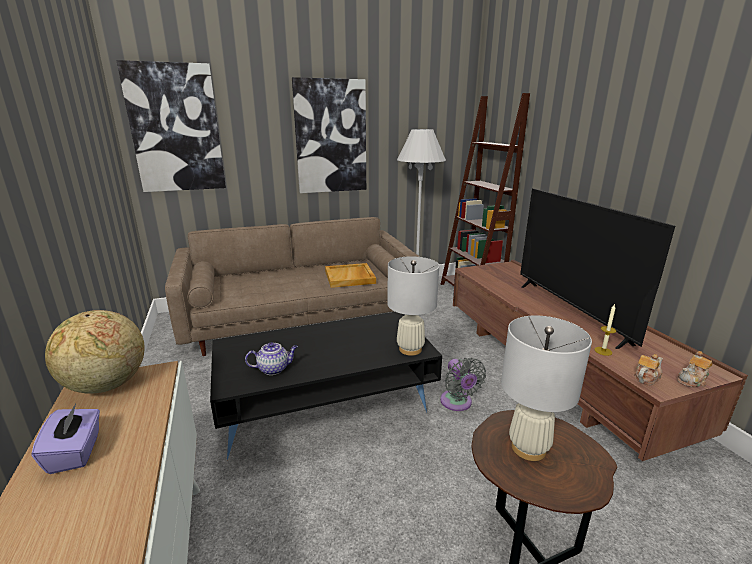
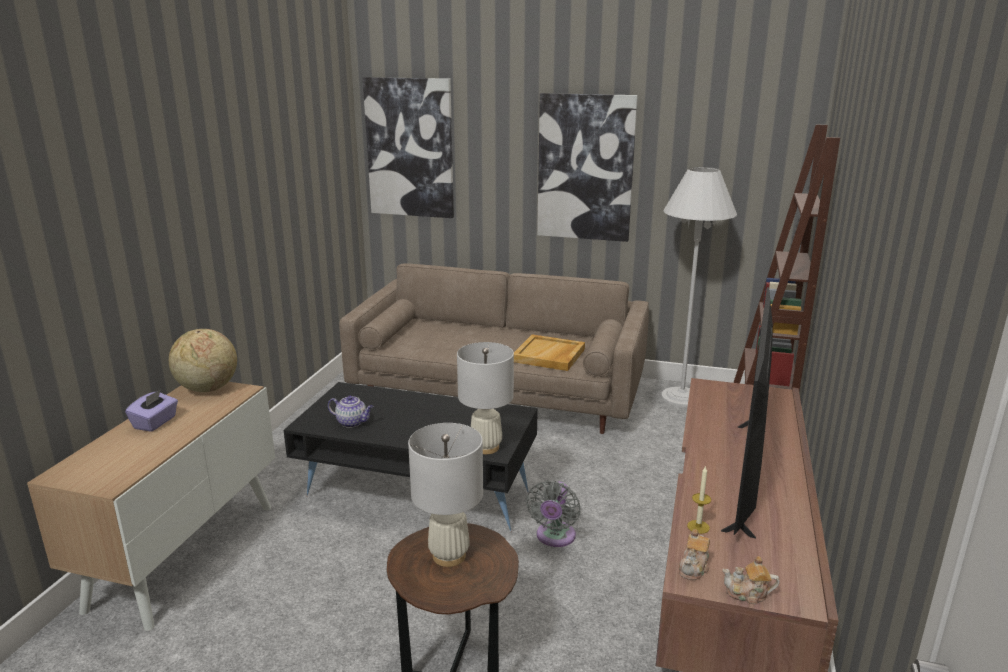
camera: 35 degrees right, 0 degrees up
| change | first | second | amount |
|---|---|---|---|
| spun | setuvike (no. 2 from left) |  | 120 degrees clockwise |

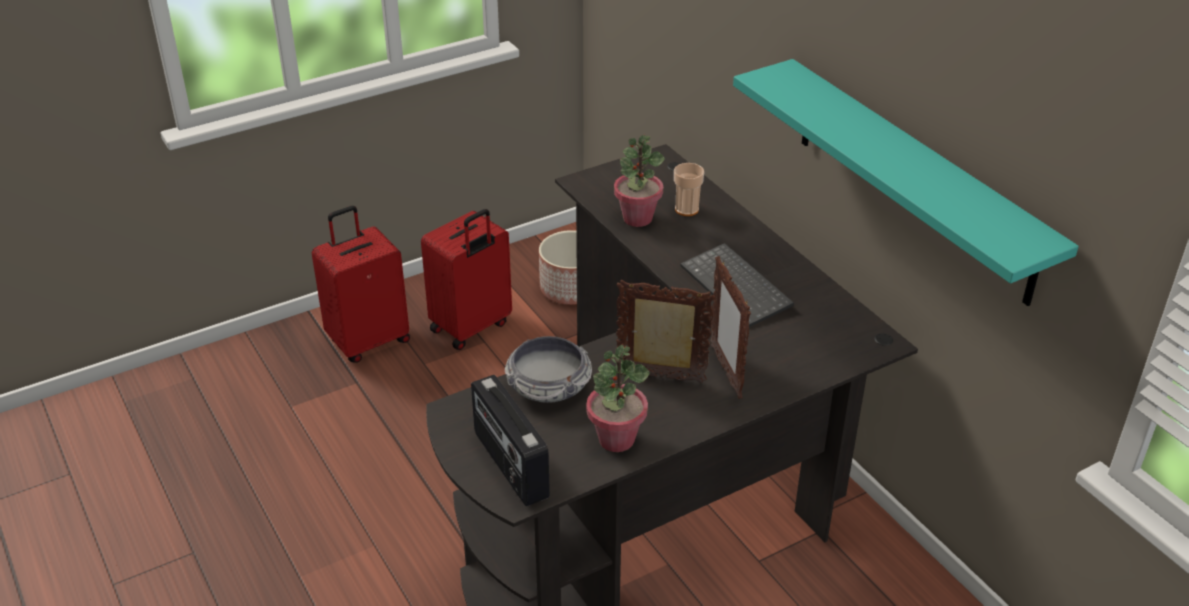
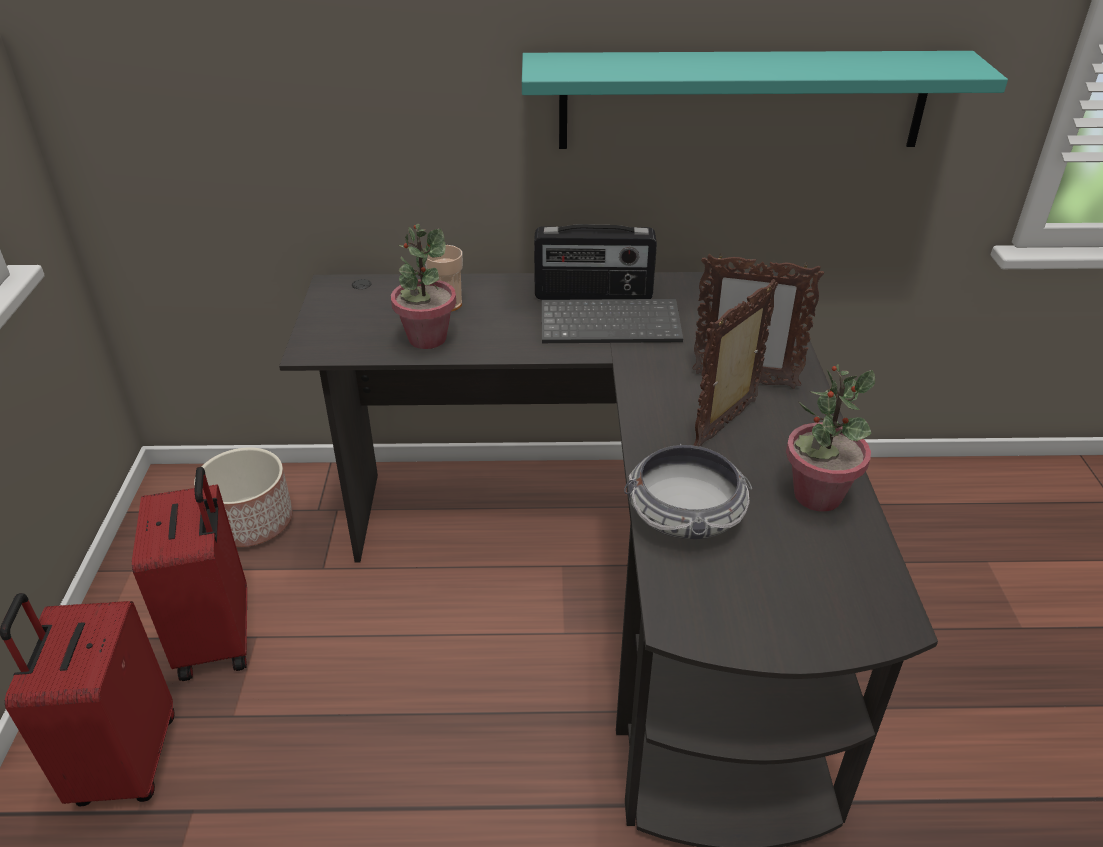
camera: 60 degrees left, 0 degrees up
| change | first | second | amount |
|---|---|---|---|
| relocated | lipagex |  |  |

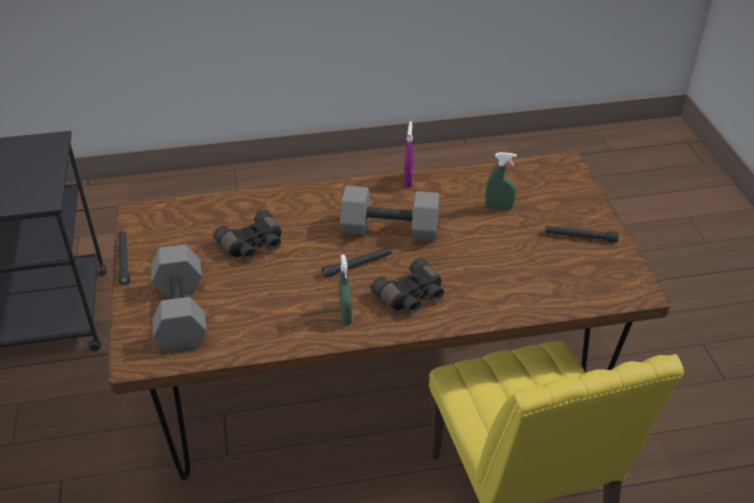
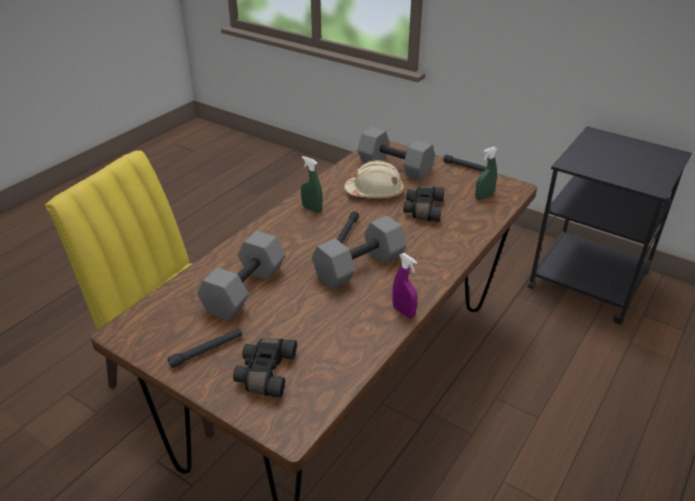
camera: 135 degrees right, 5 degrees down
| change | first | second | amount |
|---|---|---|---|
| appeared |  | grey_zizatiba (no. 1 from left) |  |
| appeared |  | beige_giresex |  |
| relocated | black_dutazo (no. 2 from left in the first image) | black_dutazo (no. 1 from left) |  |
| relocated | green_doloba (no. 2 from left) |  |  |

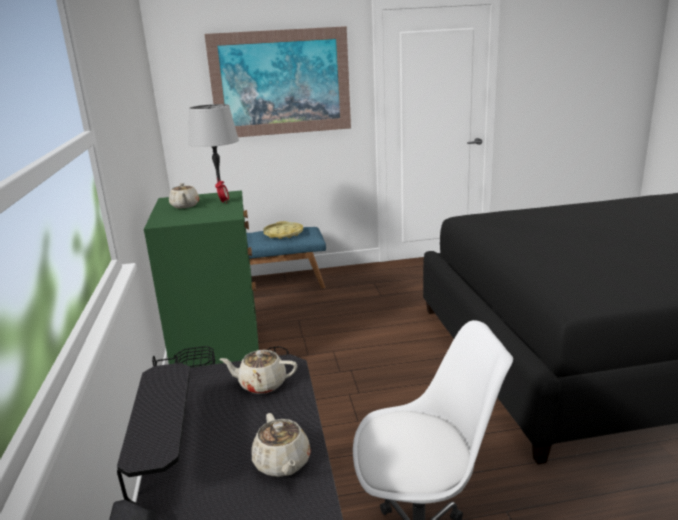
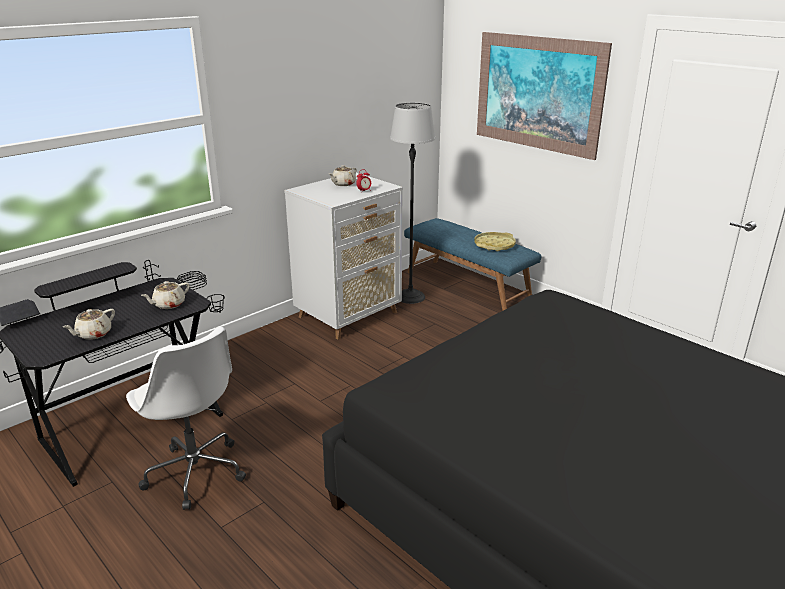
camera: 55 degrees right, 5 degrees up
| change | first | second | amount |
|---|---|---|---|
| colour | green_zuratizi | white_zuratizi |  |
| spun | beige_setuvike (no. 2 from left) |  | 105 degrees counterclockwise |

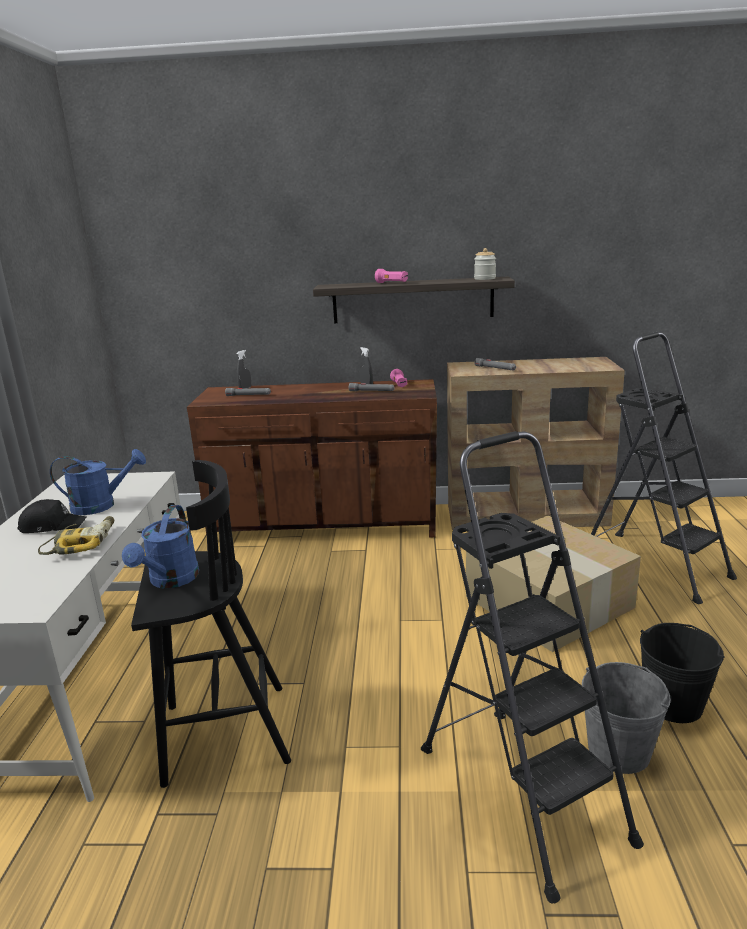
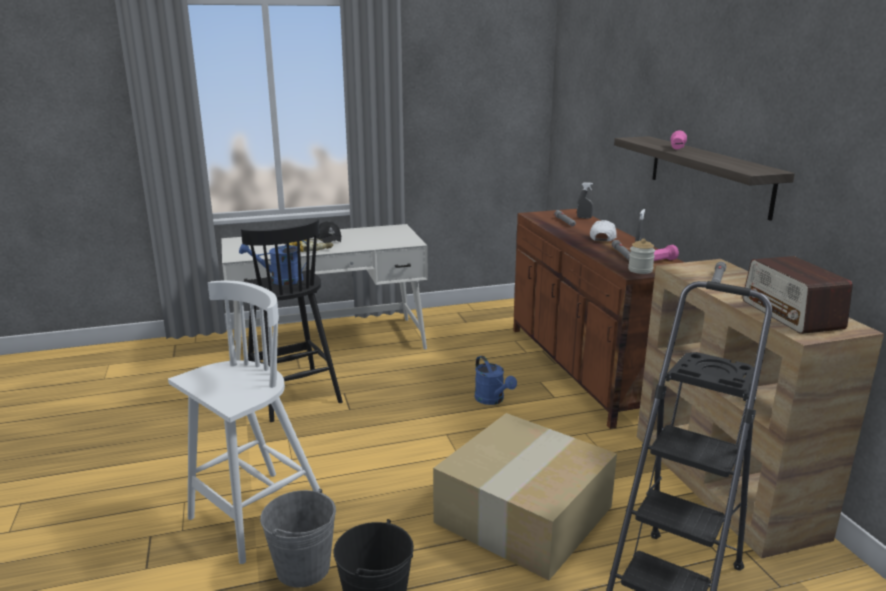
camera: 70 degrees right, 0 degrees up
| change | first | second | amount |
|---|---|---|---|
| appeared |  | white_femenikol |  |
| appeared |  | lipagex |  |
| relocated | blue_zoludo (no. 1 from left in the first image) | blue_zoludo (no. 2 from left) |  |
| relocated | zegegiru |  |  |
| exchanged | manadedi (no. 1 from left) | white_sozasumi |  |

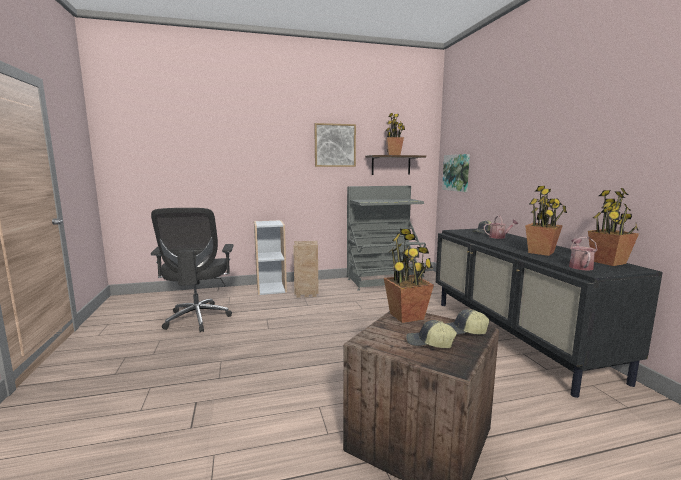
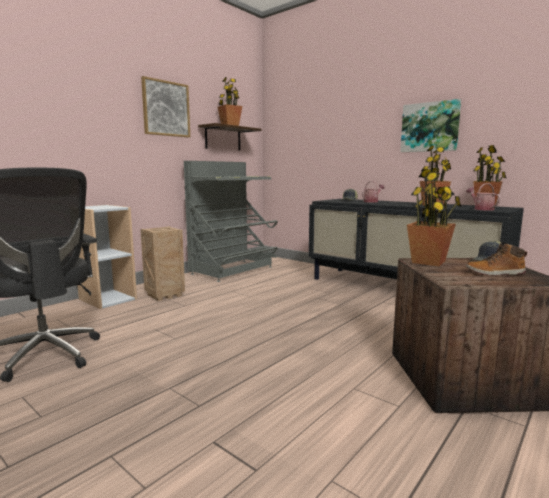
camera: 35 degrees left, 0 degrees up
| change | first | second | amount |
|---|---|---|---|
| relocated | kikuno (no. 2 from left) |  |  |
| exchanged | femenikol (no. 1 from left) | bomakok |  |

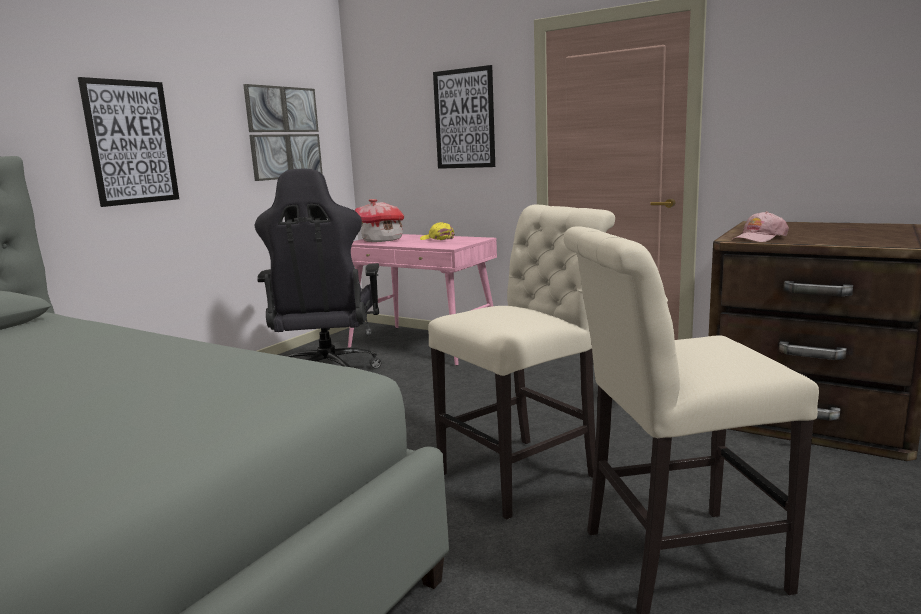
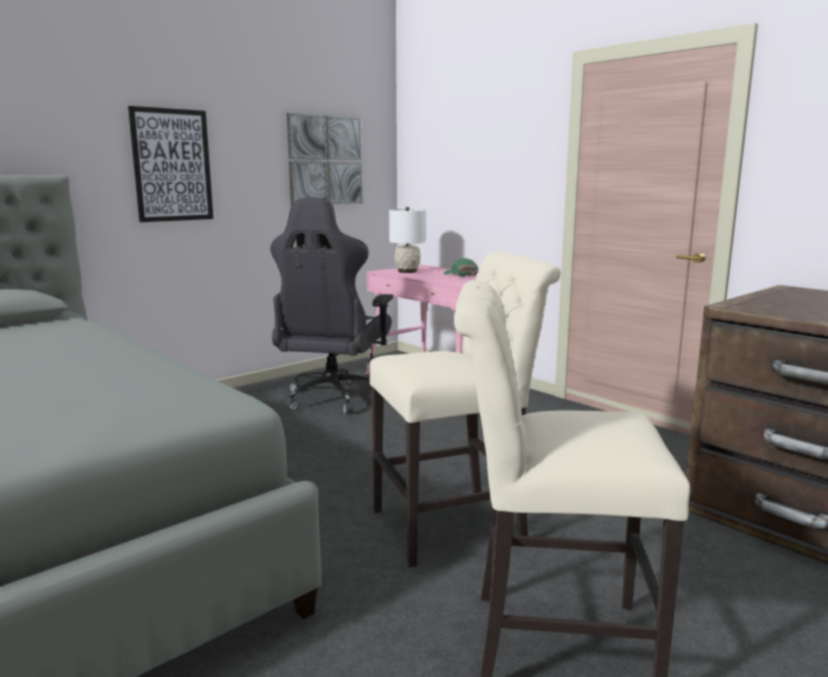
camera: 15 degrees right, 0 degrees up
| change | first | second | amount |
|---|---|---|---|
| missing | kikuno (no. 3 from left) |  |  |
| missing | pink_femenikol |  |  |
| exchanged | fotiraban | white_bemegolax |  |
| colour | yellow_femenikol | green_femenikol |  |

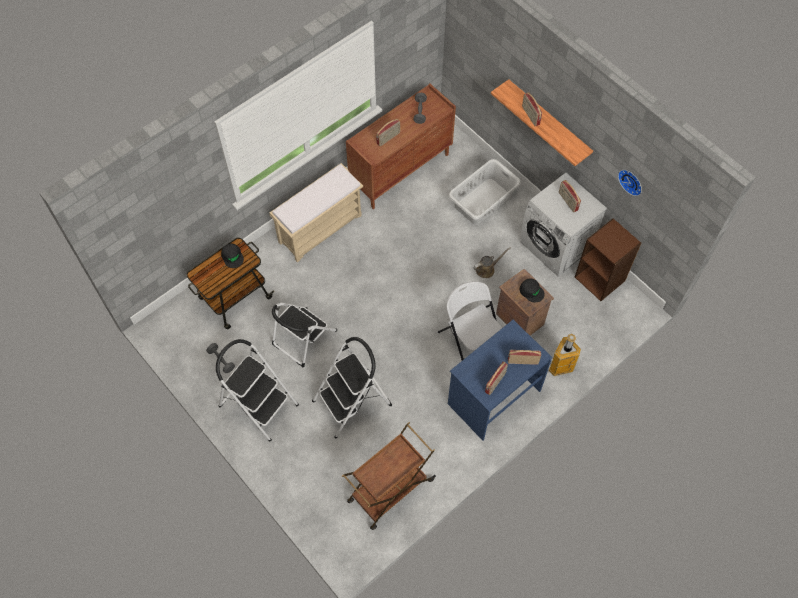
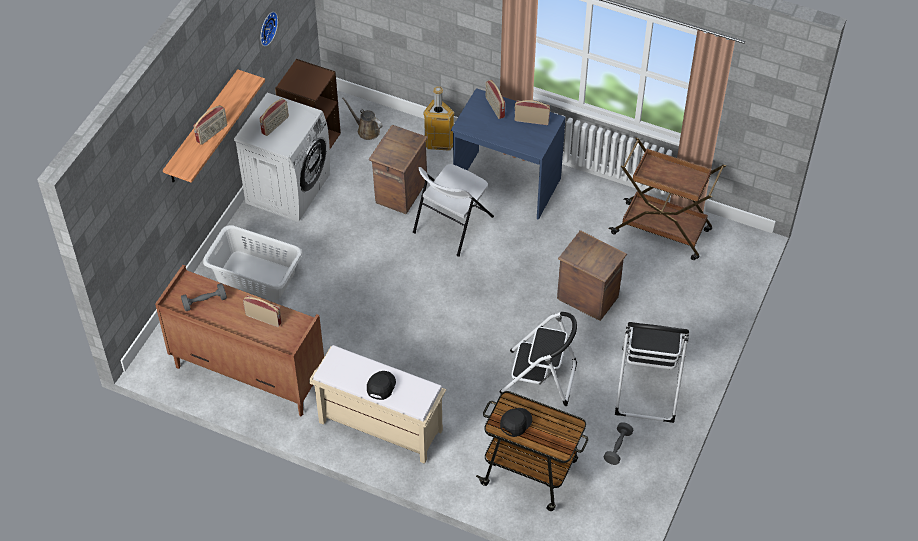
camera: 115 degrees left, 10 degrees down
| change | first | second | amount |
|---|---|---|---|
| relocated | brown_zoludo |  |  |
| relocated | black_femenikol (no. 2 from left in the first image) | black_femenikol (no. 1 from left) |  |
| exchanged | manadedi (no. 3 from left) | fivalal (no. 2 from left) |  |

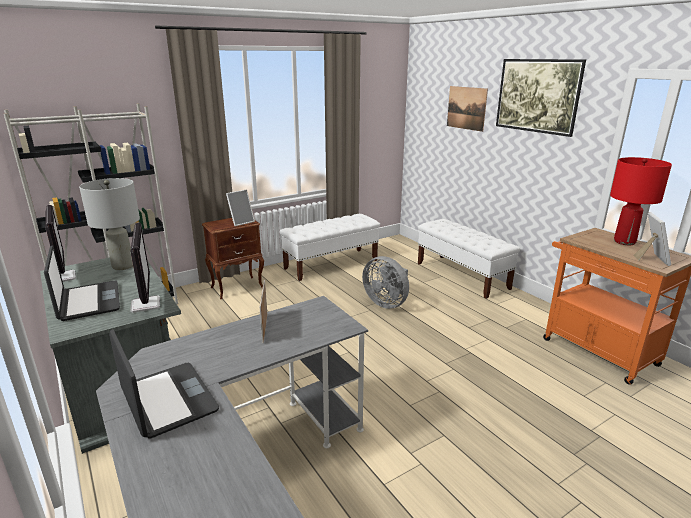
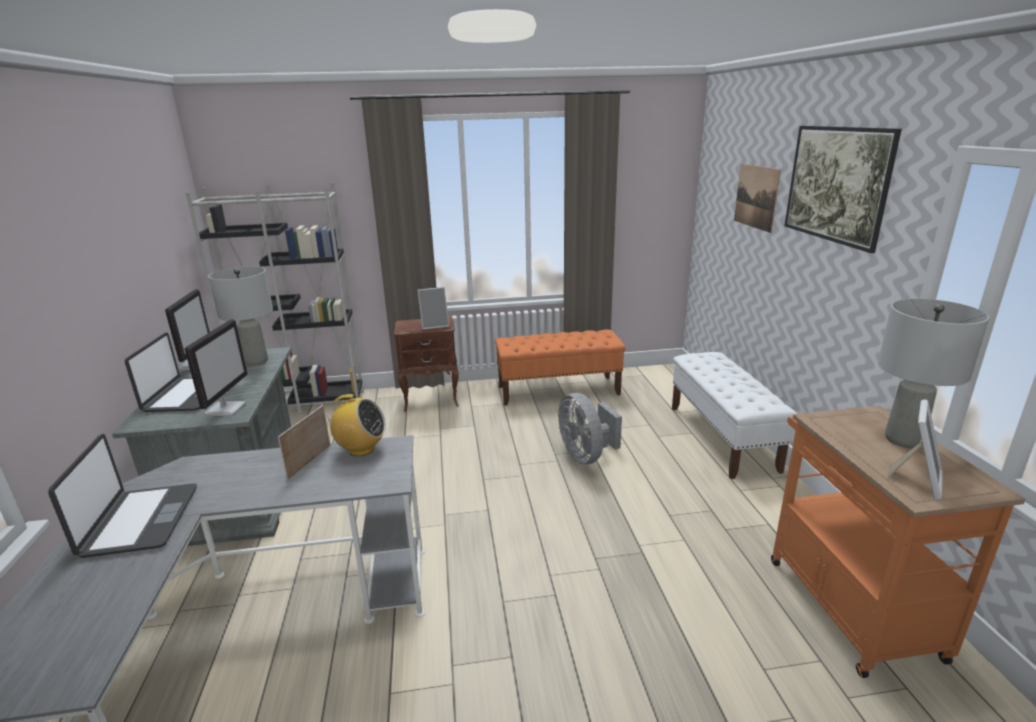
camera: 25 degrees right, 0 degrees up
| change | first | second | amount |
|---|---|---|---|
| appeared |  | lipagex |  |
| colour | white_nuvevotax (no. 1 from left) | orange_nuvevotax |  |
| colour | red_bemegolax | grey_bemegolax (no. 2 from left) |  |

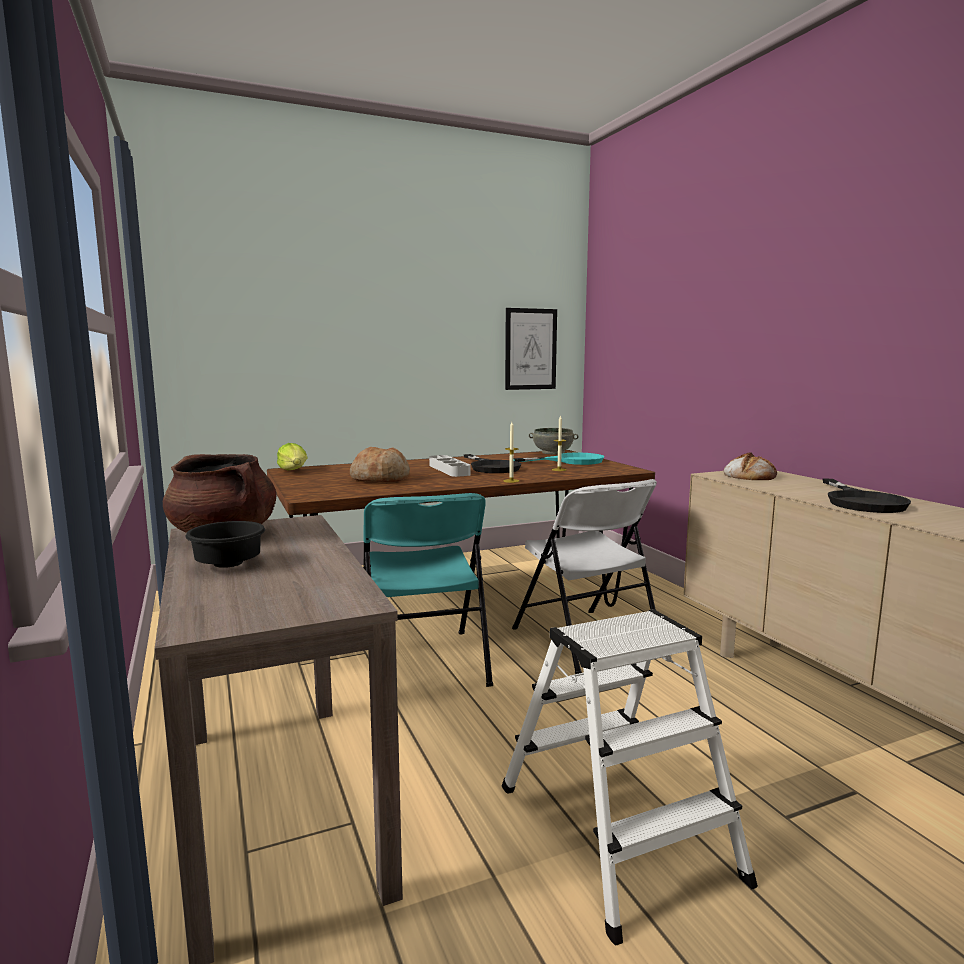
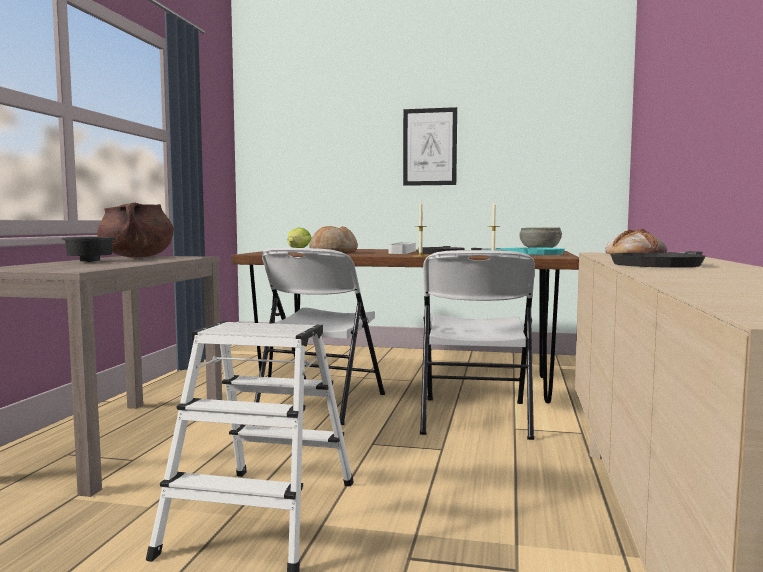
camera: 35 degrees right, 5 degrees down
| change | first | second | amount |
|---|---|---|---|
| relocated | kikuno |  |  |
| colour | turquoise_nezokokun | white_nezokokun (no. 1 from left) |  |

